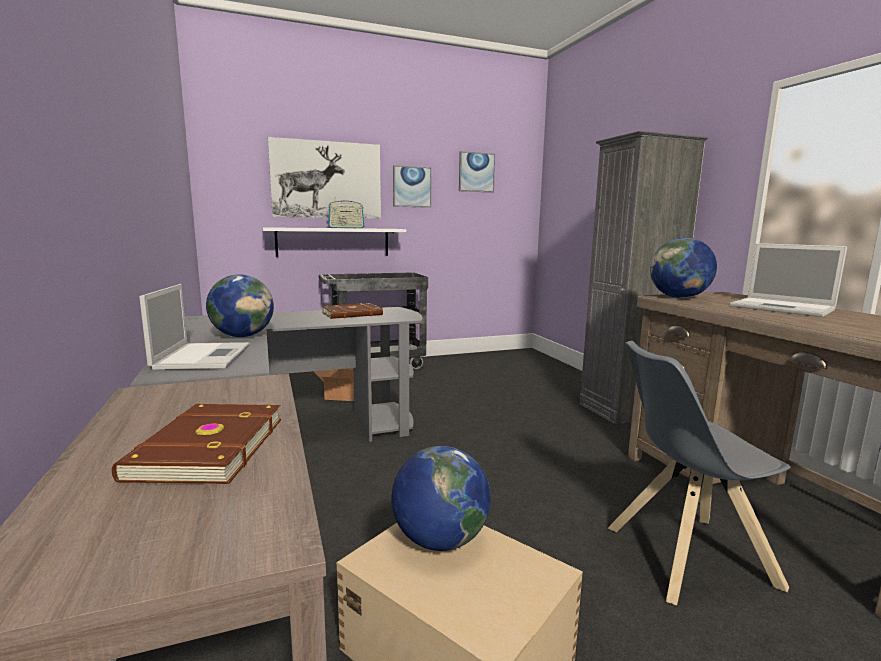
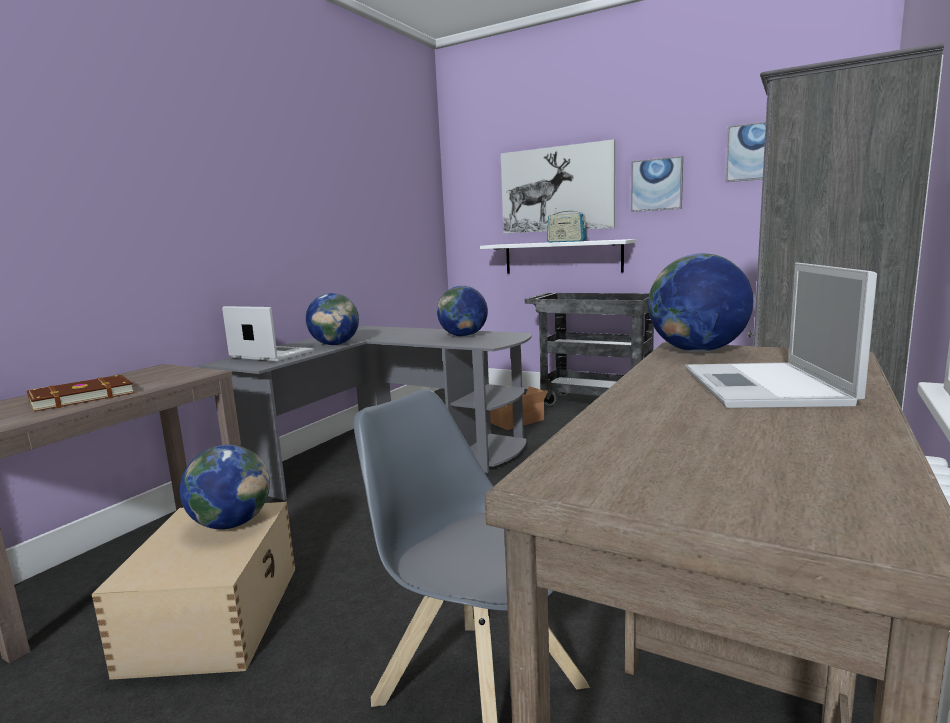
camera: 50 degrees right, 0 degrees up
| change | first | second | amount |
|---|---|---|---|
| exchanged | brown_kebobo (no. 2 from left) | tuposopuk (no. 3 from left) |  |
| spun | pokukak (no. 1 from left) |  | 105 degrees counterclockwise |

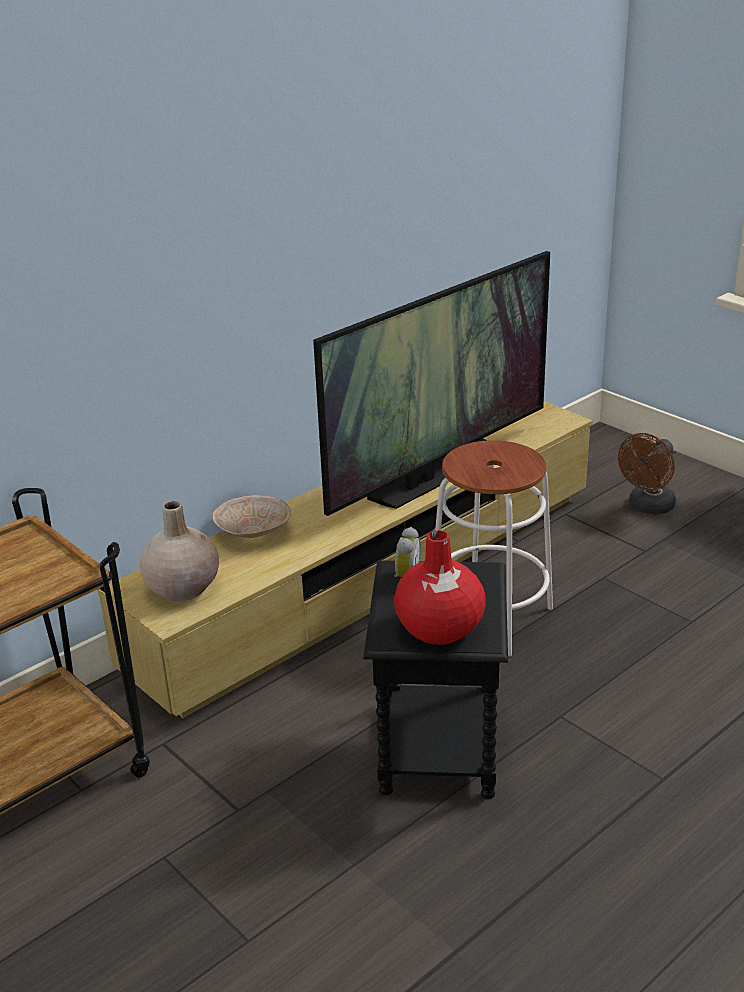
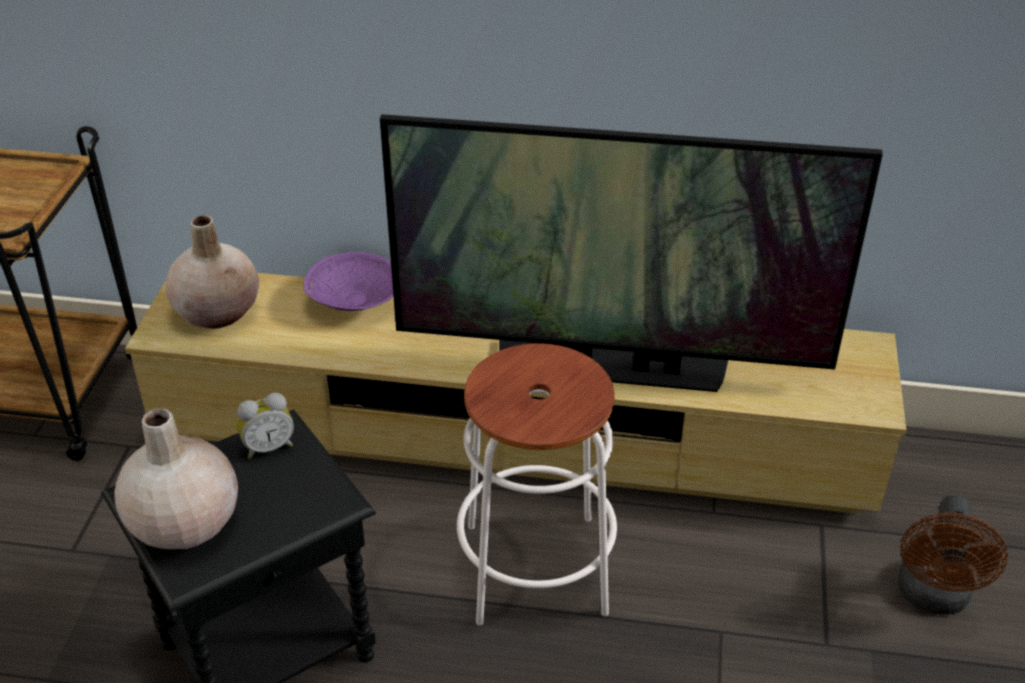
camera: 50 degrees right, 10 degrees up
| change | first | second | amount |
|---|---|---|---|
| colour | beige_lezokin | purple_lezokin |  |
| colour | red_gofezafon | beige_gofezafon (no. 1 from left) |  |
| spun | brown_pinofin |  | 75 degrees counterclockwise |

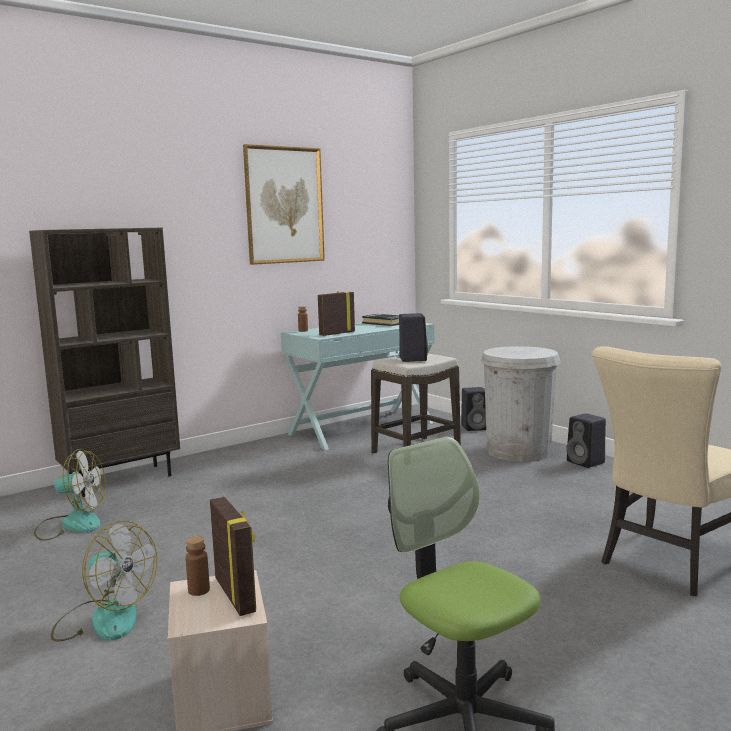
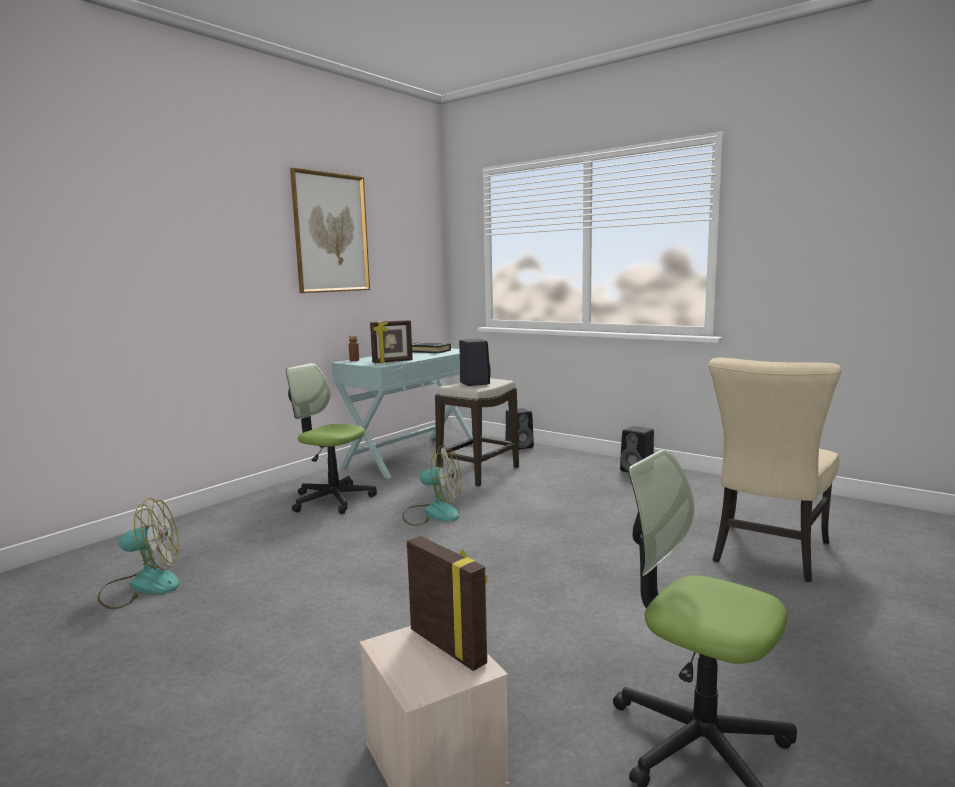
camera: 15 degrees left, 0 degrees up
| change | first | second | amount |
|---|---|---|---|
| missing | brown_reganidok |  |  |
| missing | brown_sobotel (no. 1 from left) |  |  |
| missing | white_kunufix |  |  |
| appeared |  | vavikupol (no. 1 from left) |  |
| relocated | pinofin (no. 2 from left) |  |  |
| spun | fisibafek (no. 2 from left in the first image) | fisibafek (no. 1 from left) | 150 degrees counterclockwise |

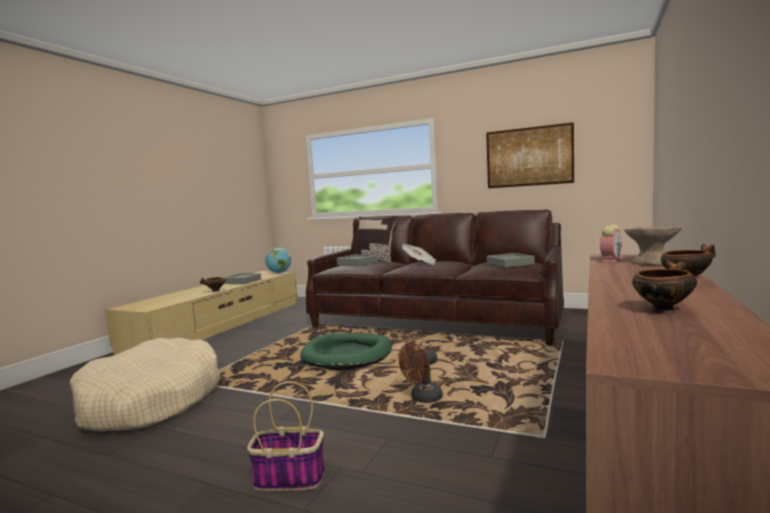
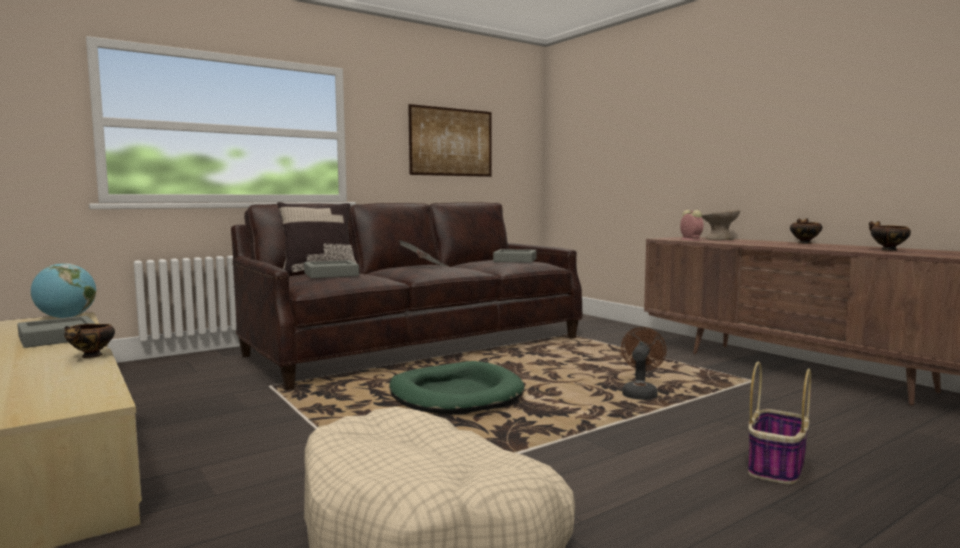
camera: 60 degrees left, 0 degrees up
| change | first | second | amount |
|---|---|---|---|
| spun | brown_pinofin |  | 150 degrees counterclockwise |

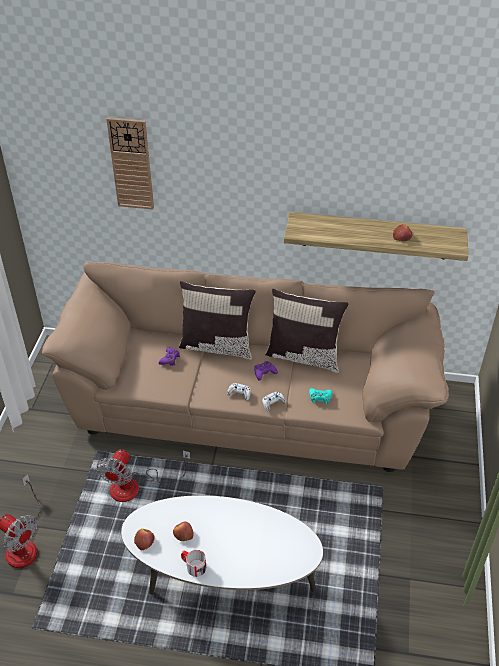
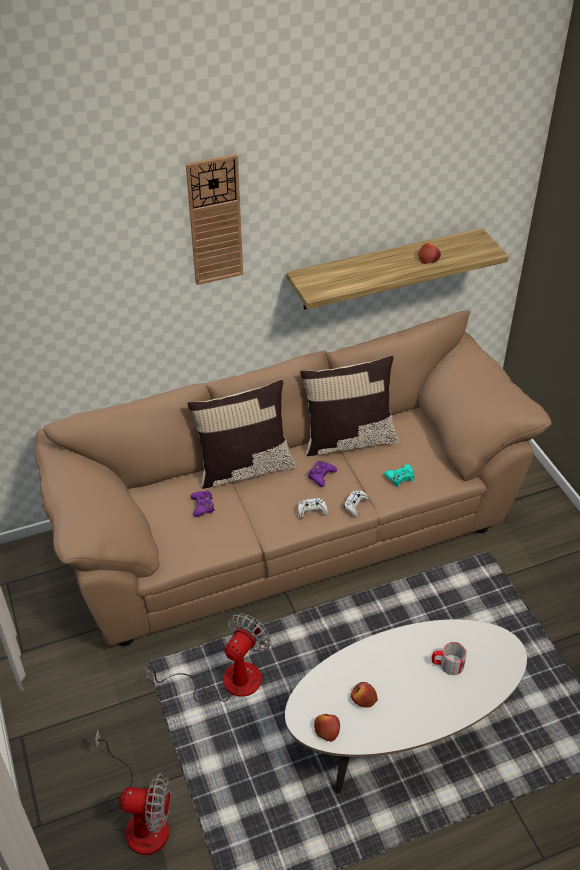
camera: 30 degrees left, 0 degrees up
| change | first | second | amount |
|---|---|---|---|
| relocated | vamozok |  |  |
| relocated | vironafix |  |  |
| spun | pinofin (no. 2 from left) |  | 135 degrees counterclockwise |

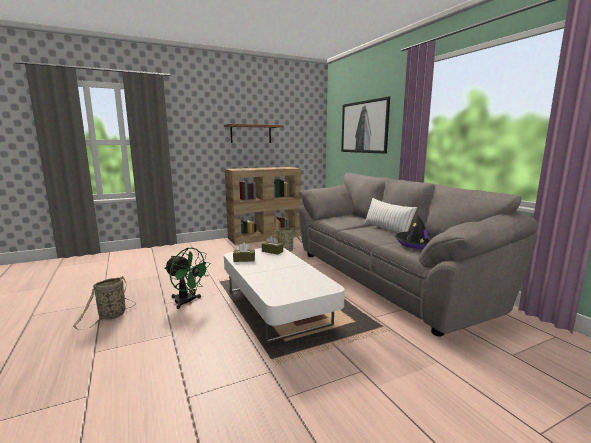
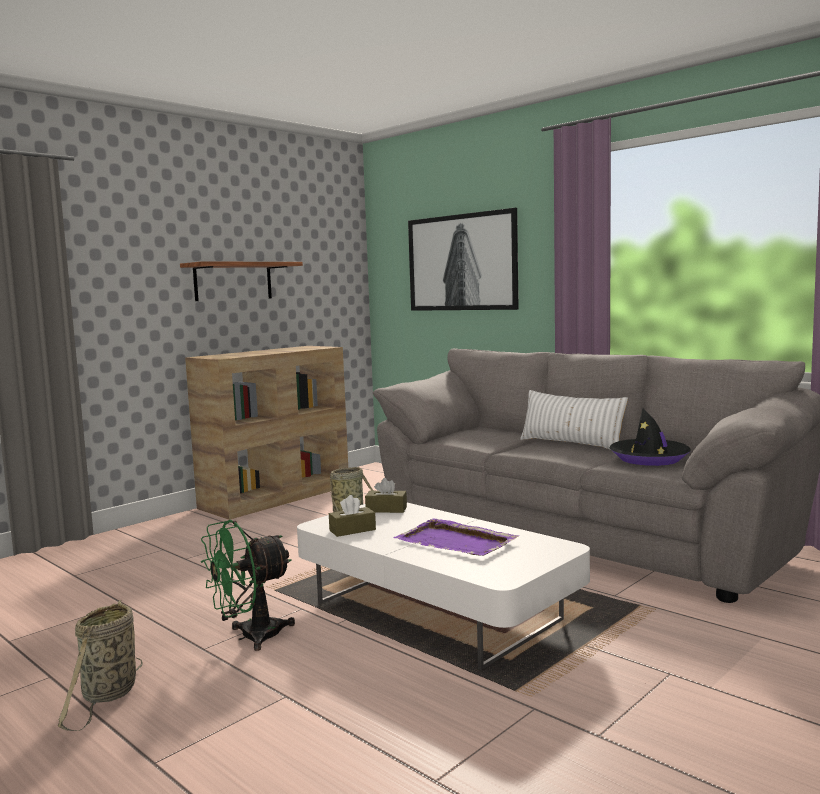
camera: 20 degrees left, 5 degrees down
| change | first | second | amount |
|---|---|---|---|
| appeared |  | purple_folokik |  |
| spun | green_pinofin |  | 135 degrees clockwise |

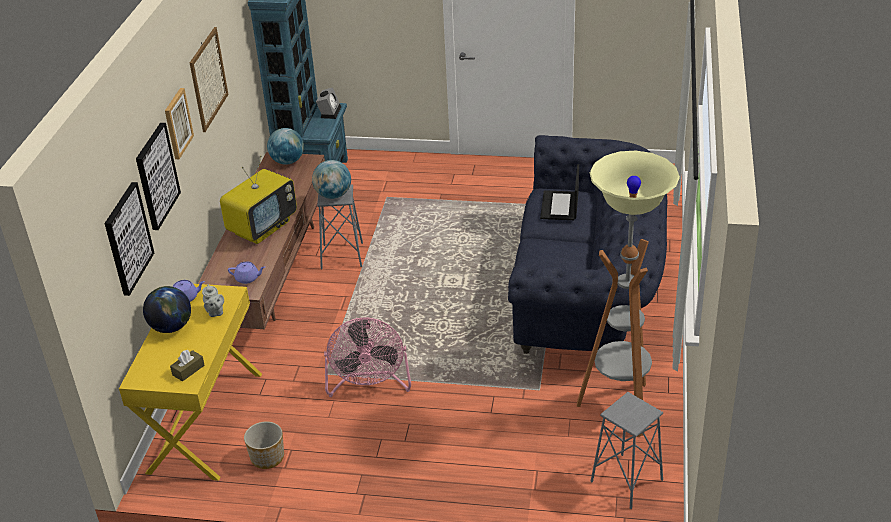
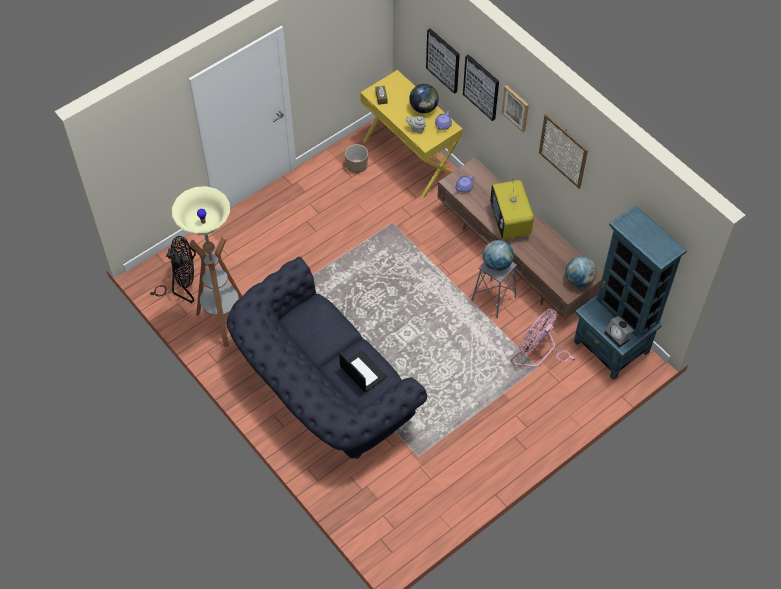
camera: 130 degrees right, 20 degrees up
| change | first | second | amount |
|---|---|---|---|
| relocated | pink_pinofin |  |  |
| exchanged | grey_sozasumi (no. 2 from left) | black_pinofin |  |

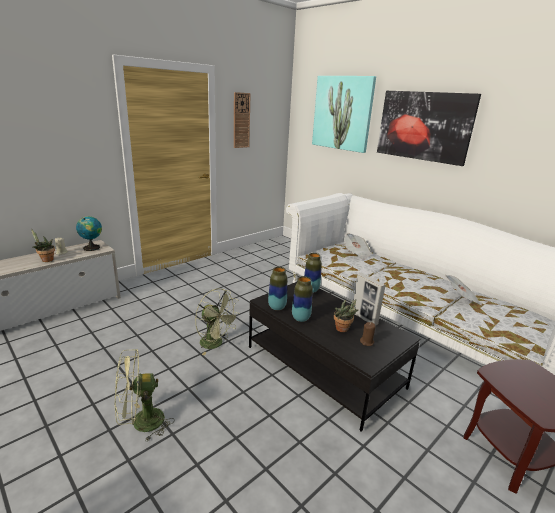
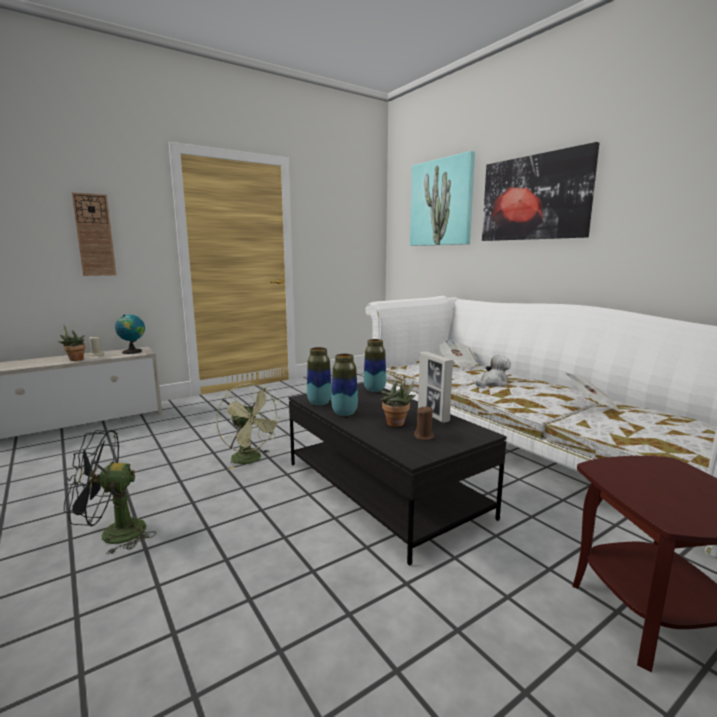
camera: 10 degrees right, 10 degrees down
| change | first | second | amount |
|---|---|---|---|
| appeared |  | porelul |  |
| relocated | vamozok |  |  |
| colour | green_pinofin (no. 1 from left) | black_pinofin |  |

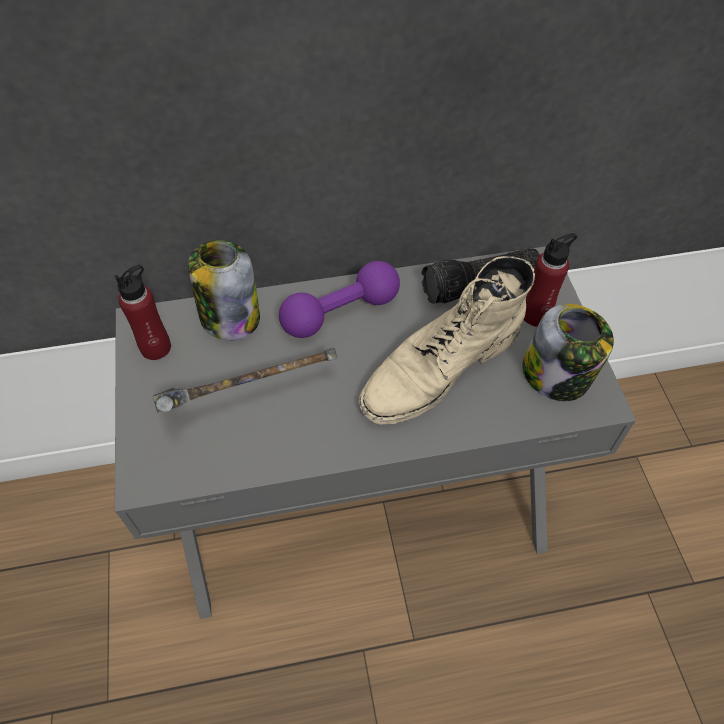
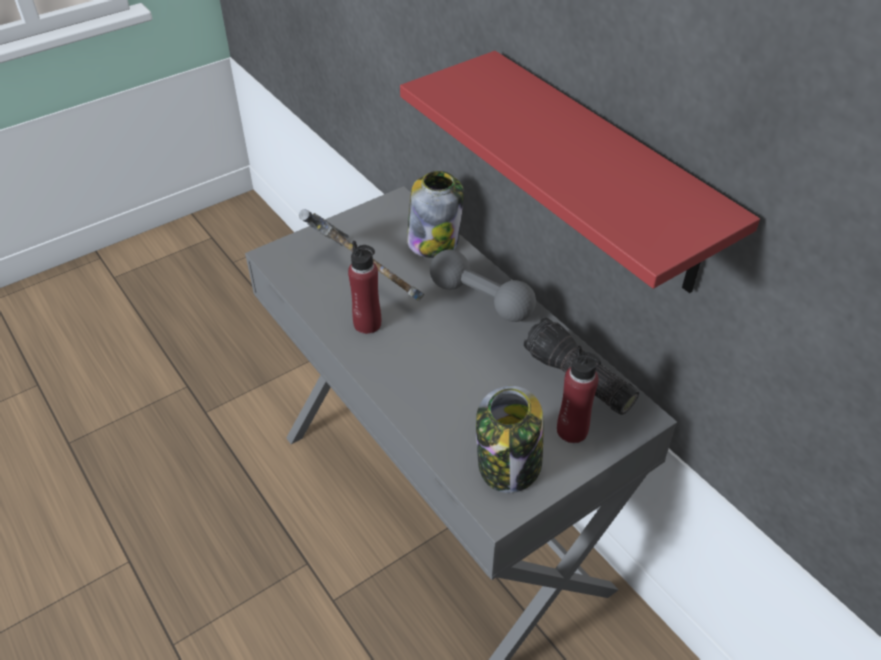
camera: 65 degrees right, 10 degrees down
| change | first | second | amount |
|---|---|---|---|
| missing | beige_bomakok |  |  |
| appeared |  | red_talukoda |  |
| relocated | red_sobotel (no. 1 from left) |  |  |
| colour | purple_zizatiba | grey_zizatiba |  |

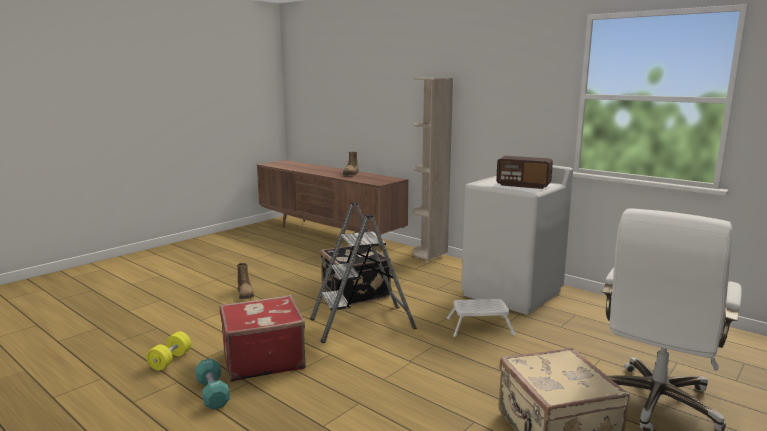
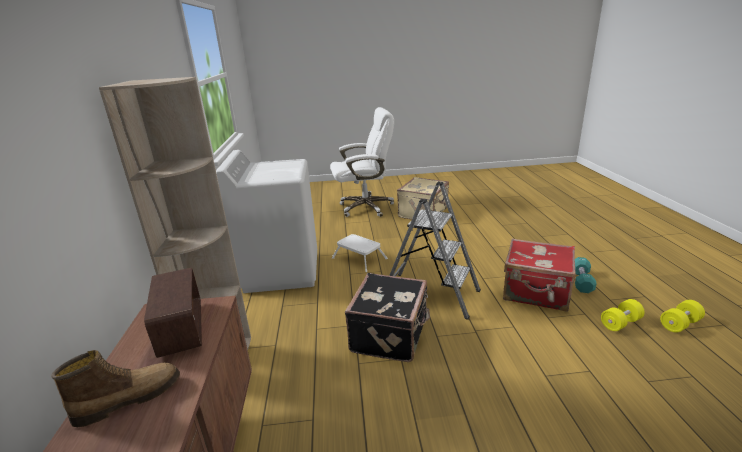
camera: 135 degrees left, 10 degrees up
| change | first | second | amount |
|---|---|---|---|
| missing | bomakok (no. 1 from left) |  |  |
| appeared |  | yellow_zizatiba (no. 2 from left) |  |
| relocated | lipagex |  |  |

